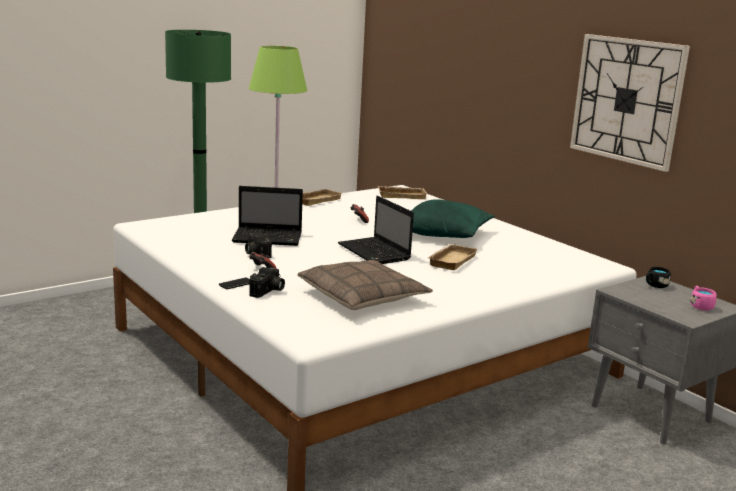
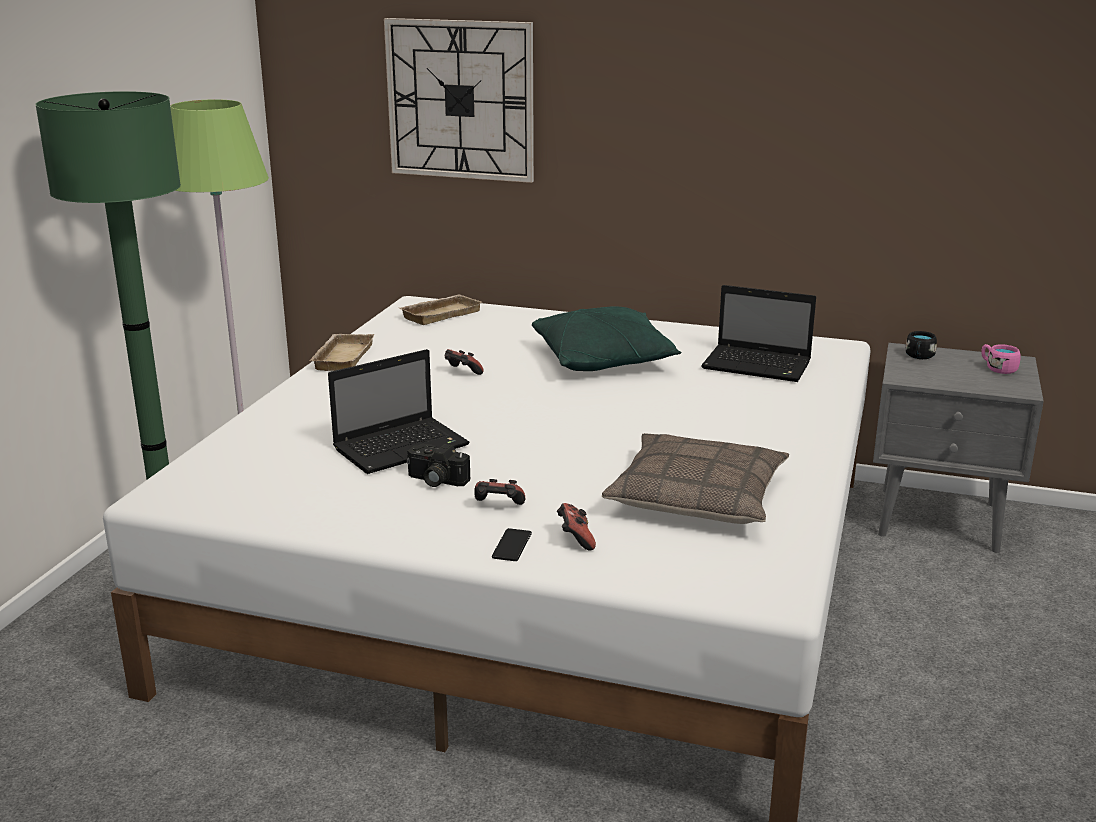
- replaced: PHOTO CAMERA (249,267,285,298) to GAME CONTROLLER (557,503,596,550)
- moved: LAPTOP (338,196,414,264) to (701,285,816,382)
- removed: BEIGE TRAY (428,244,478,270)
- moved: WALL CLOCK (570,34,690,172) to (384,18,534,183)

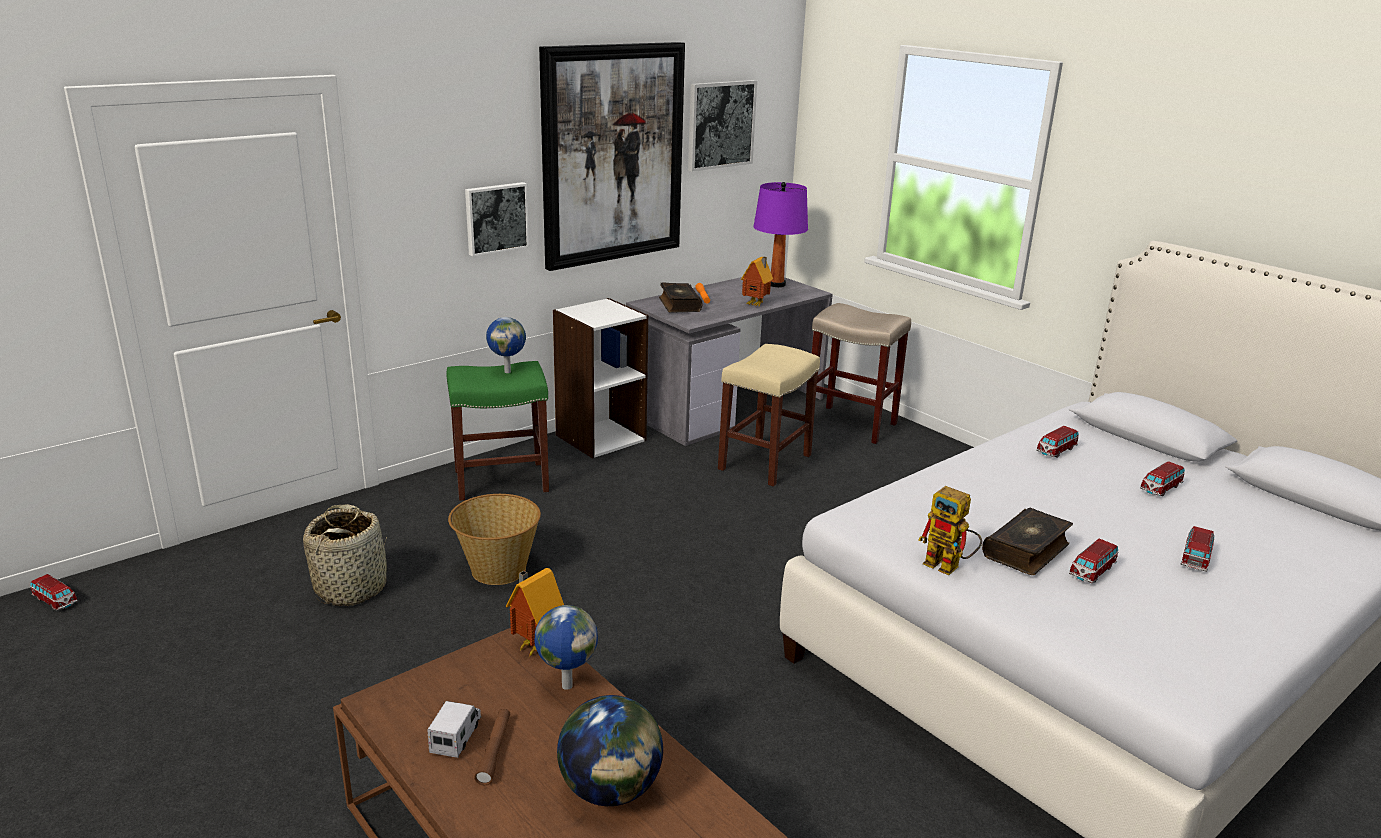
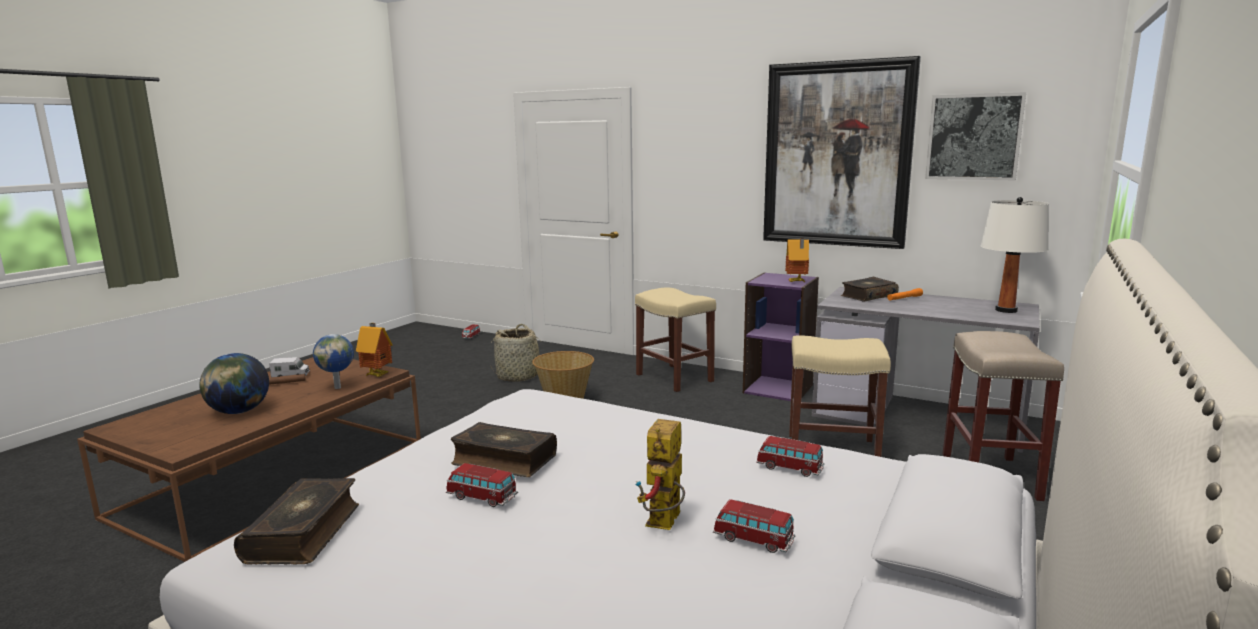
- recoloured: GREEN STOOL (447,361,549,501) to BEIGE STOOL (635,288,716,392)
- removed: PICTURE (465,182,529,257)
- removed: GLOBE (486,317,526,373)
- recoloured: WHITE BOOKCASE (553,298,648,458) to PURPLE BOOKCASE (743,272,819,401)
- moved: TOY HOUSE (741,257,773,306) to (785,238,809,283)
- recoloured: PURPLE TABLE LAMP (753,182,808,287) to WHITE TABLE LAMP (981,197,1049,313)
- moved: TOY ROBOT (918,486,982,575) to (635,419,685,530)
- removed: TOY CAR (1181,526,1214,572)
- added: BOOK (234,478,359,565)

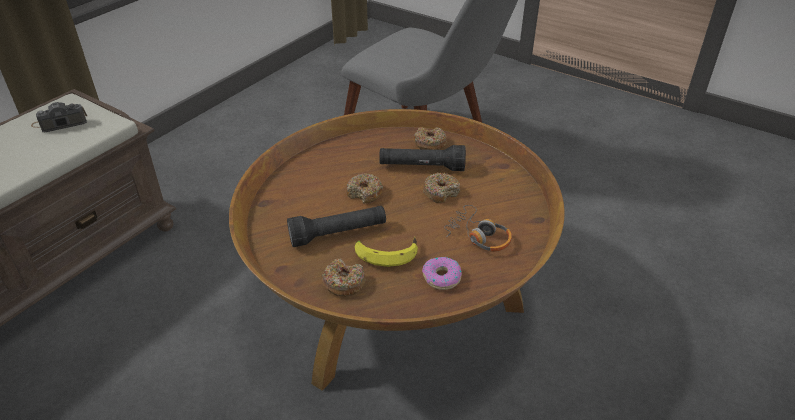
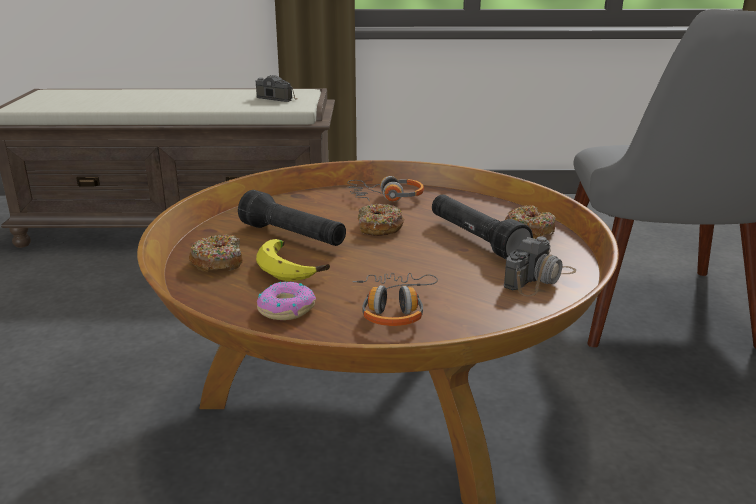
- removed: DONUT (423,173,460,203)
- added: HEADPHONES (347,176,424,202)
- added: PHOTO CAMERA (504,236,576,296)

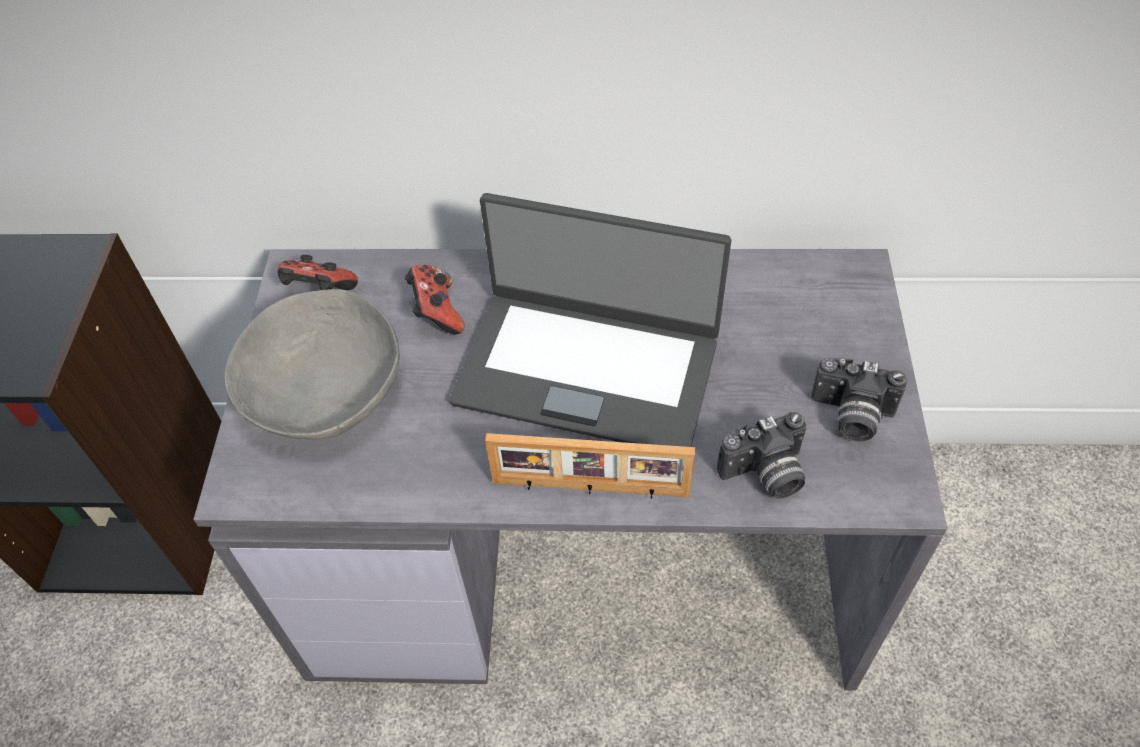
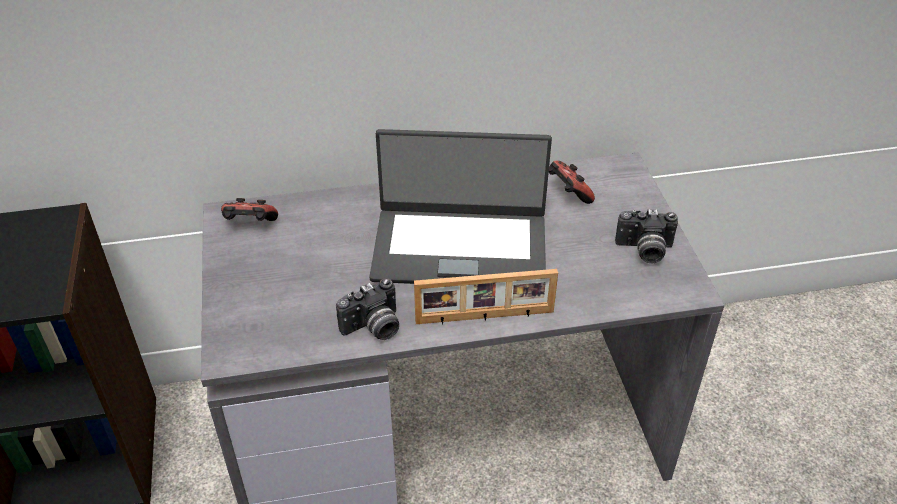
- removed: GREY BOWL (224,289,400,440)
- moved: GAME CONTROLLER (405,265,464,334) to (549,161,595,204)
- moved: PHOTO CAMERA (717,412,807,499) to (336,278,399,340)

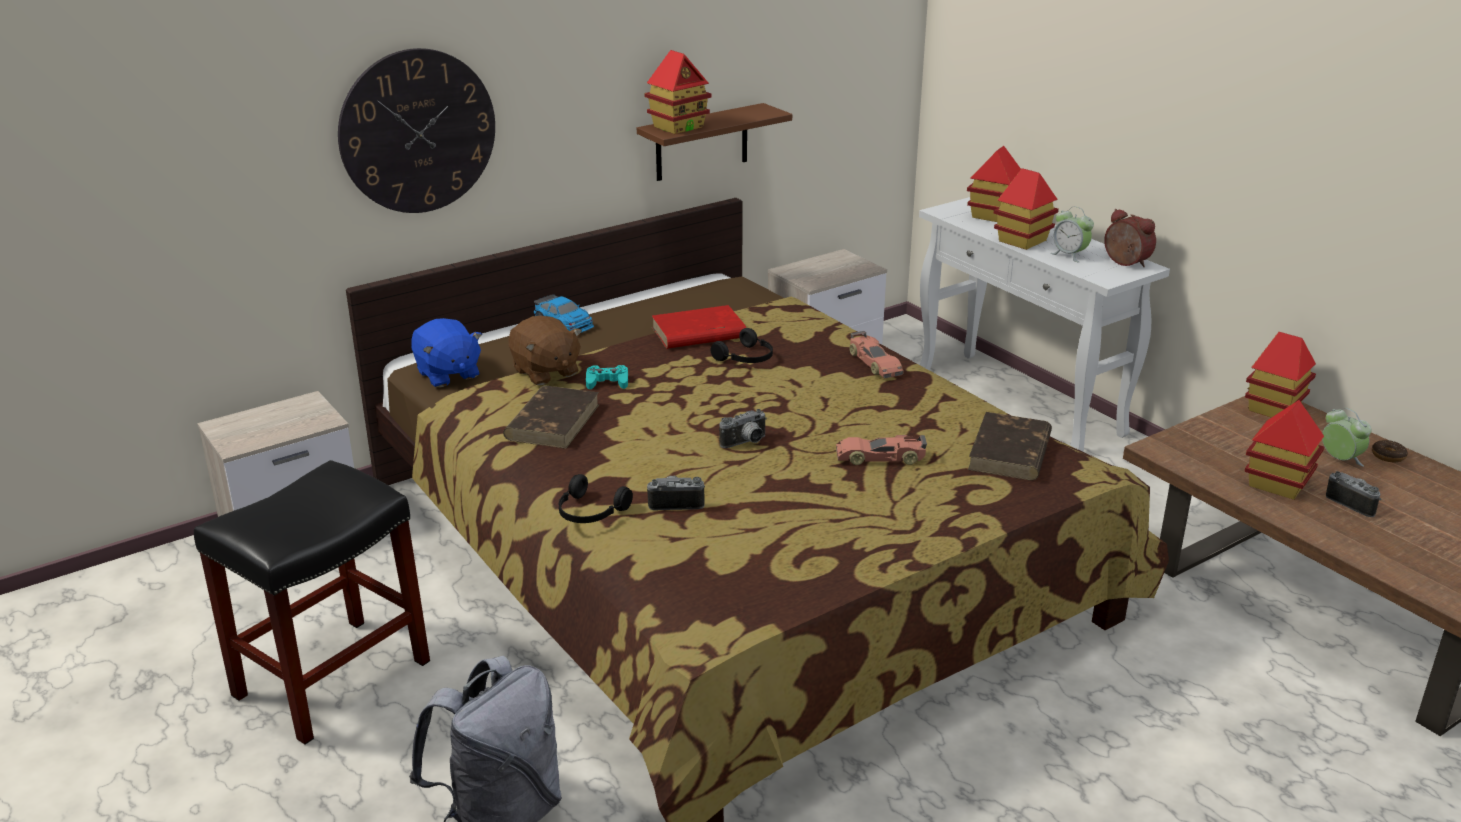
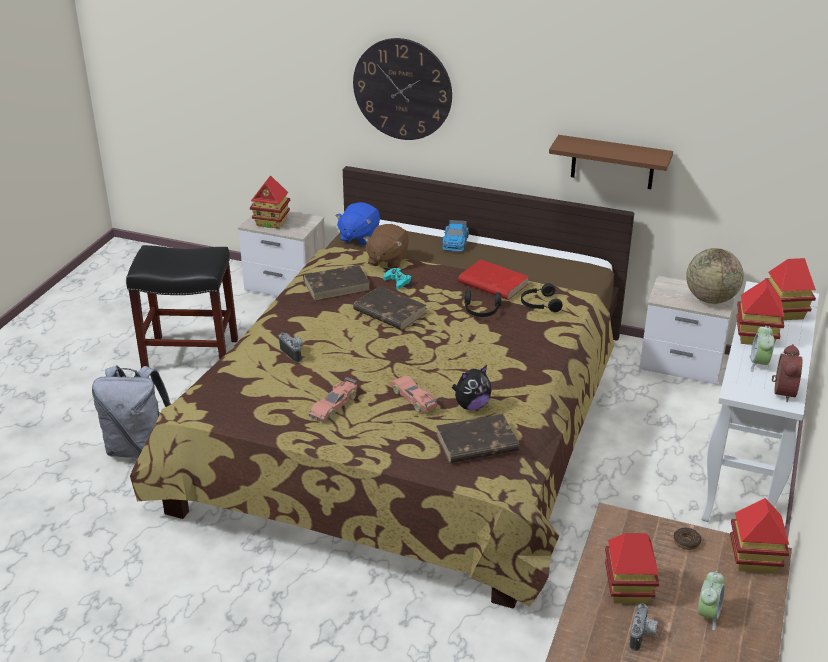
- moved: BLACK HEADPHONES (559,474,633,523) to (521,283,563,312)
- moved: TOY HOUSE (645,50,712,134) to (250,176,290,229)
- removed: PHOTO CAMERA (719,409,767,448)
- moved: TOY CAR (850,331,904,378) to (309,377,357,422)
- moved: DONUT (1372,440,1408,462) to (673,528,701,550)
- added: BROWN BOOK (353,286,427,330)
- added: PLUSH TOY (452,365,492,410)
- added: GLOBE (686,248,744,304)

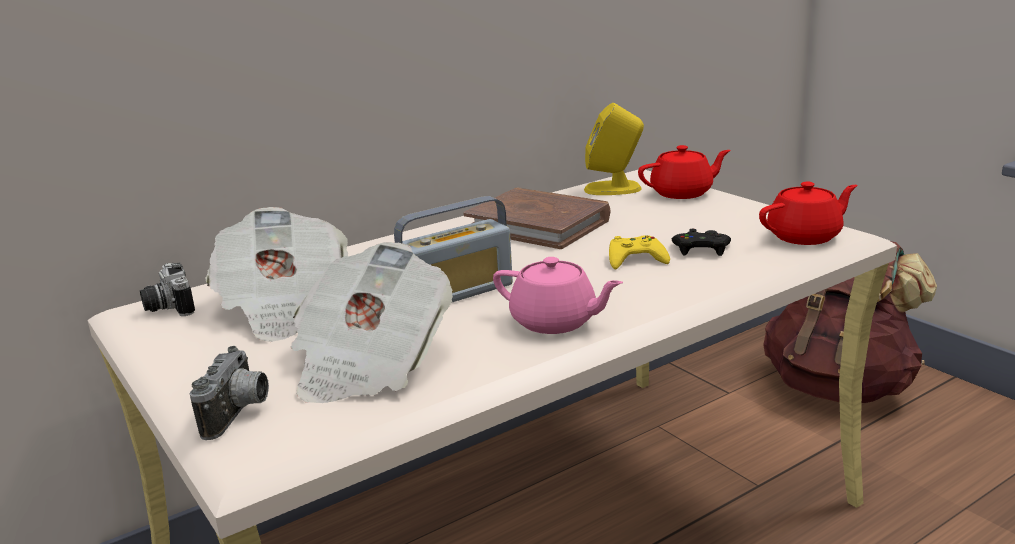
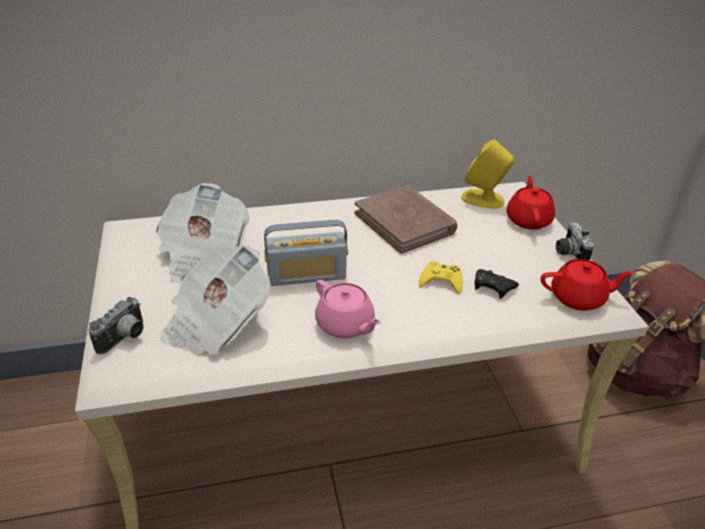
- moved: PHOTO CAMERA (140,263,195,316) to (556,222,594,260)
- turned: RED TEAPOT (638,145,731,199) = (507,176,555,230) 90 degrees counterclockwise

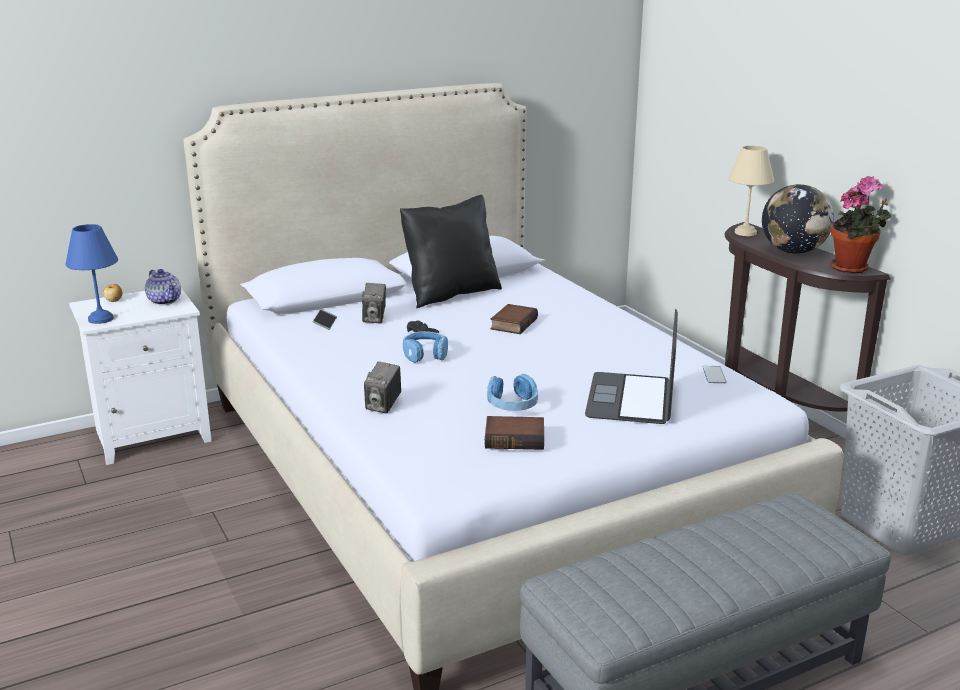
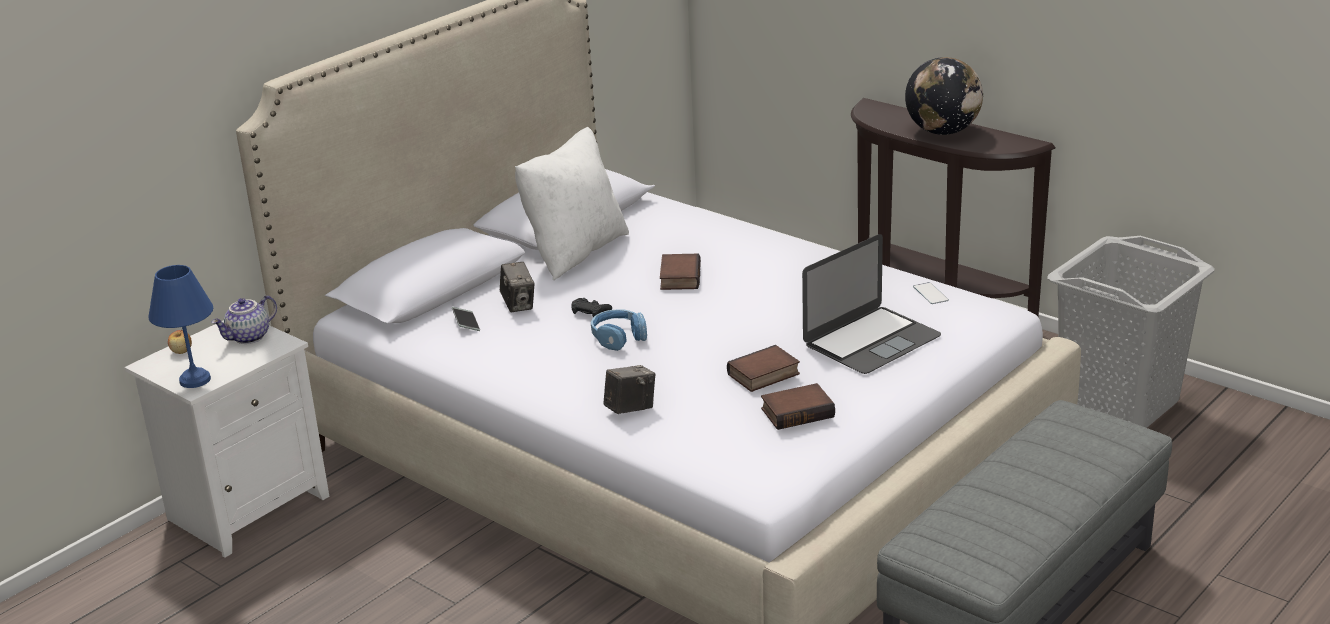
- turned: TEAPOT (145,269,181,305) = (211,295,277,344) 105 degrees clockwise
- turned: PHOTO CAMERA (364,362,401,414) = (603,365,655,414) 120 degrees counterclockwise
- recoloured: BLACK PILLOW (400,195,502,308) to WHITE PILLOW (515,127,629,280)
- replaced: BLUE HEADPHONES (487,374,538,411) to BOOK (727,345,800,392)
- turned: LAPTOP (585,309,678,424) = (802,234,941,374) 120 degrees counterclockwise
- removed: BEIGE TABLE LAMP (728,145,774,236)
- removed: POTTED PLANT (831,176,891,274)

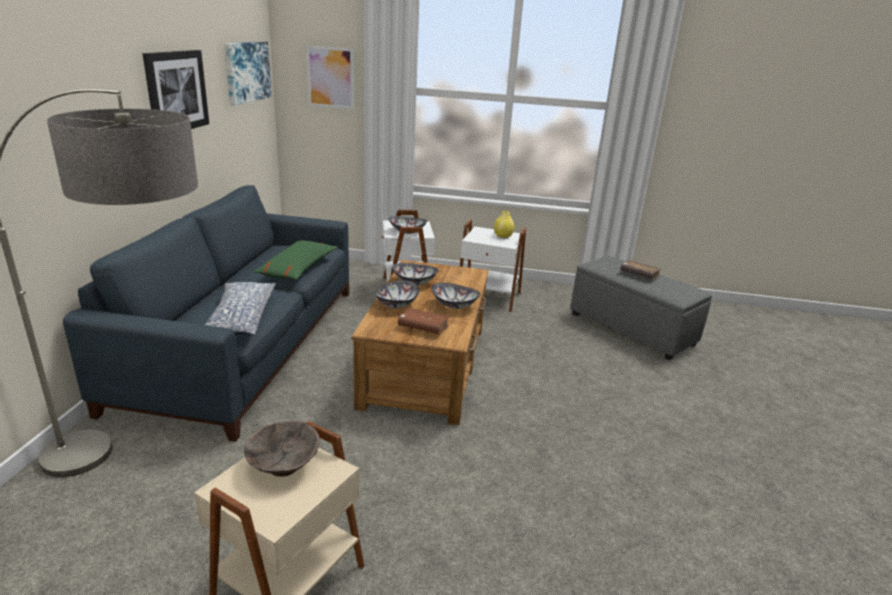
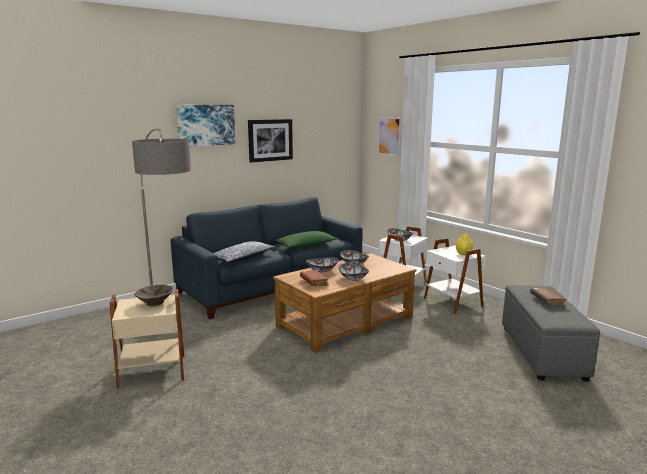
- moved: PICTURE (224,42,272,106) to (176,105,235,147)

